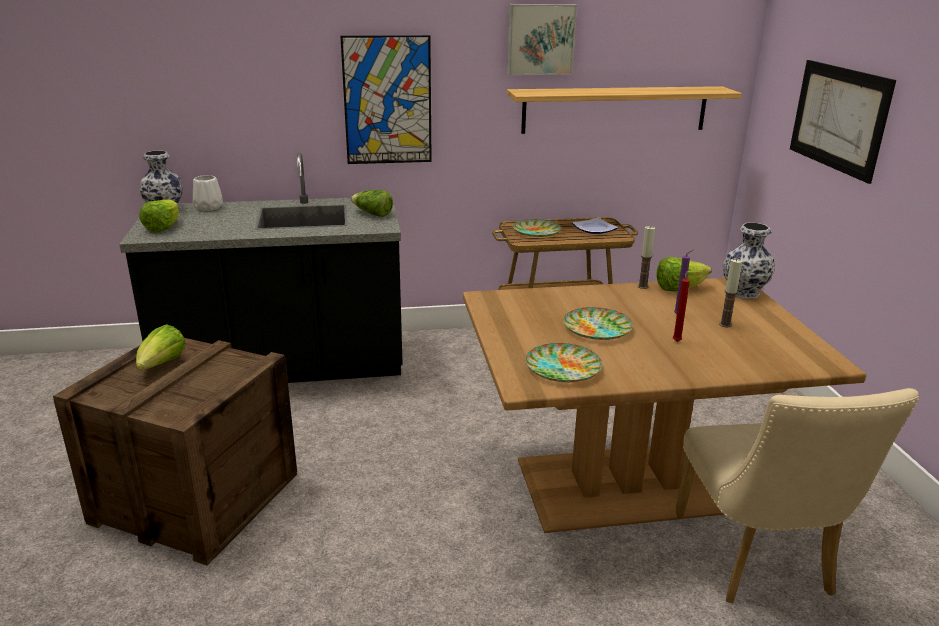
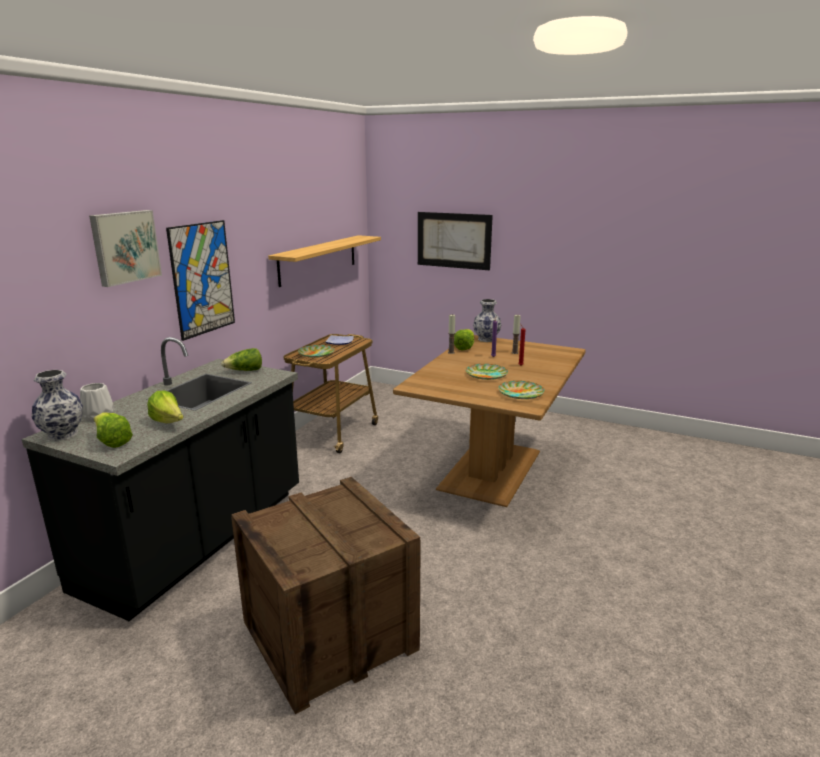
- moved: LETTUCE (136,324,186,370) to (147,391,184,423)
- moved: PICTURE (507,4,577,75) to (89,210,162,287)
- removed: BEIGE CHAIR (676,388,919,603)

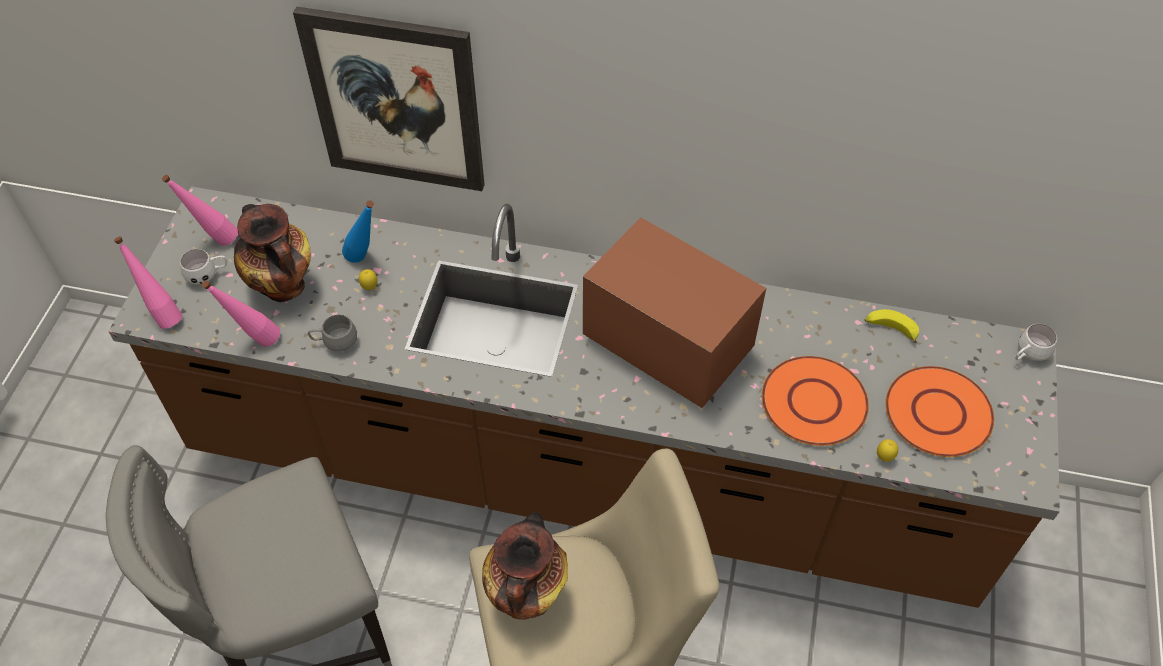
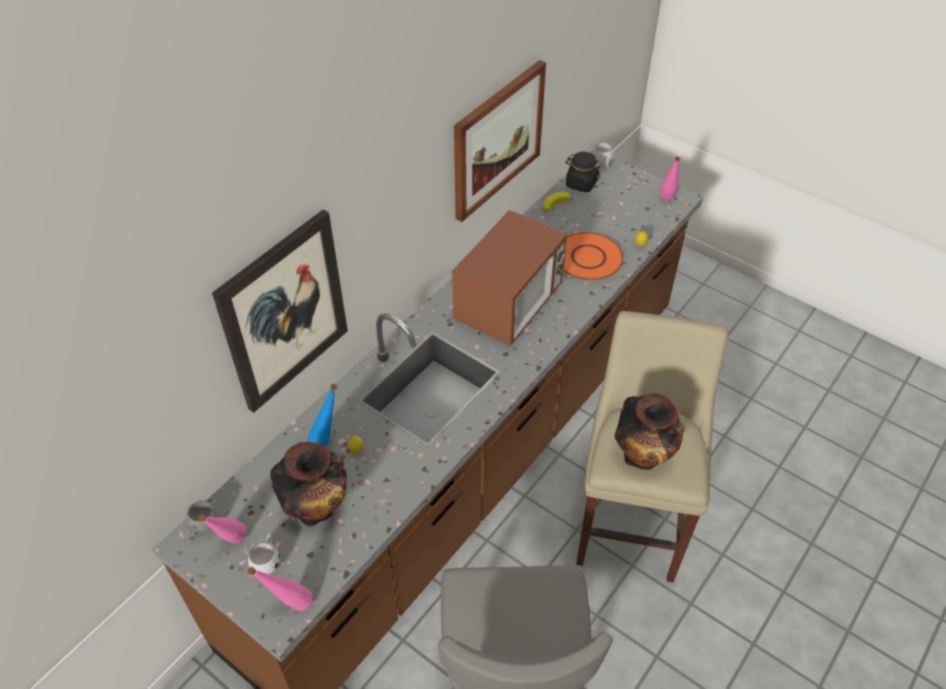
- moved: PINK BOTTLE (202,281,280,347) to (660,156,680,200)
- moved: GREY MUG (307,314,357,351) to (187,500,219,540)
- turned: MICROWAVE (583,217,766,408) = (452,210,567,346) 150 degrees clockwise
- removed: ORANGE PLATE (885,366,994,457)
- added: PICTURE (454,60,546,222)
- added: BLACK JAR (565,152,600,192)

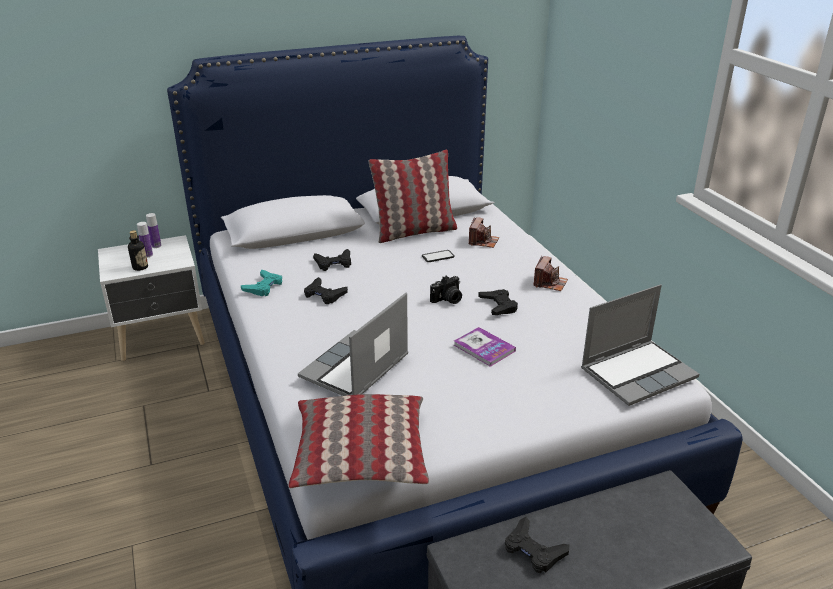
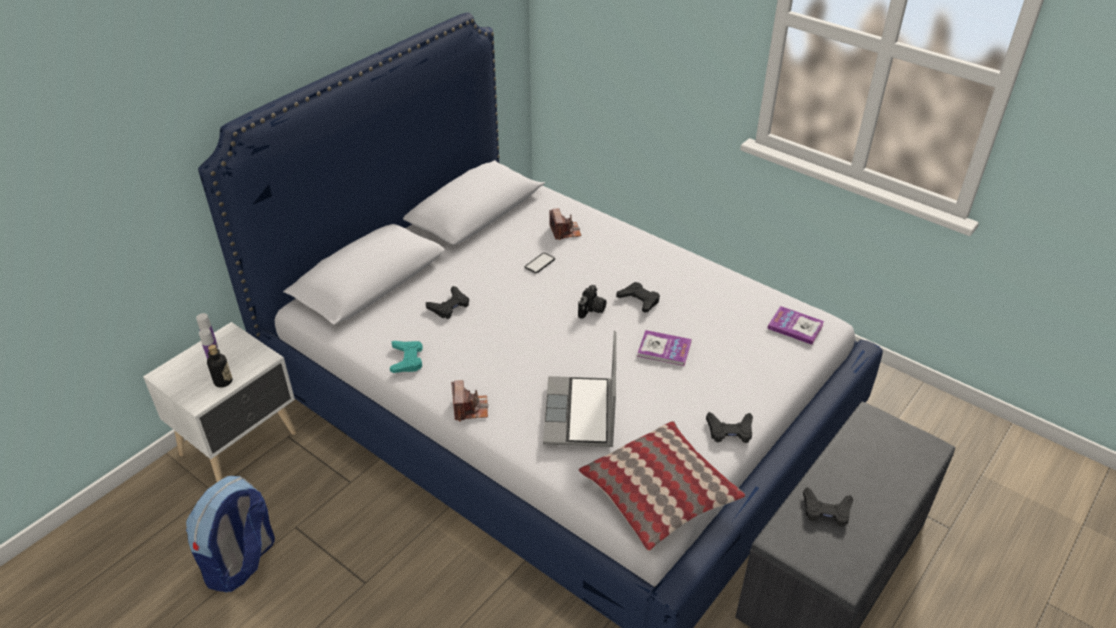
- moved: BLACK GAME CONTROLLER (304,277,348,304) to (706,412,753,443)
- removed: PILLOW (368,149,457,243)
- moved: PHOTO CAMERA (534,256,568,291) to (451,380,488,421)
- replaced: LAPTOP (581,284,699,406) to BOOK (767,306,824,345)
- added: BACKPACK (186,476,275,592)

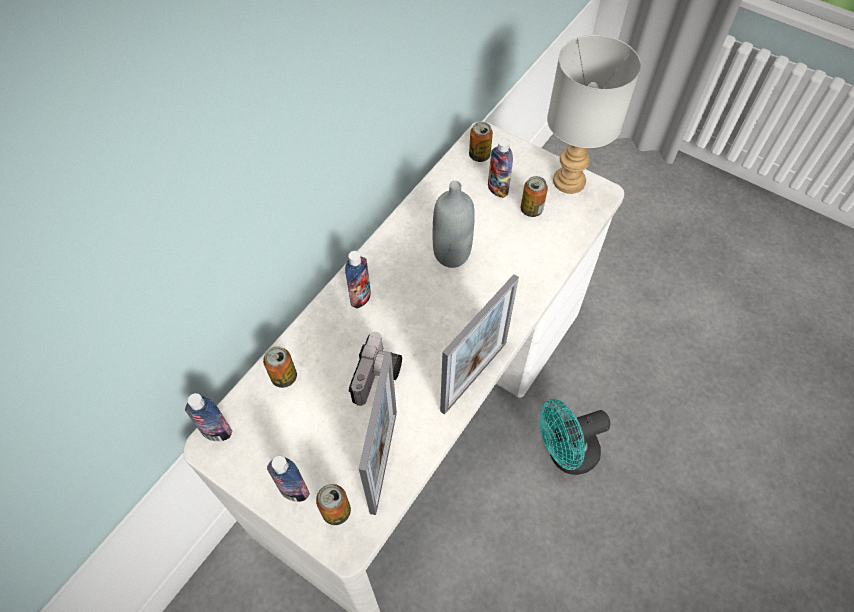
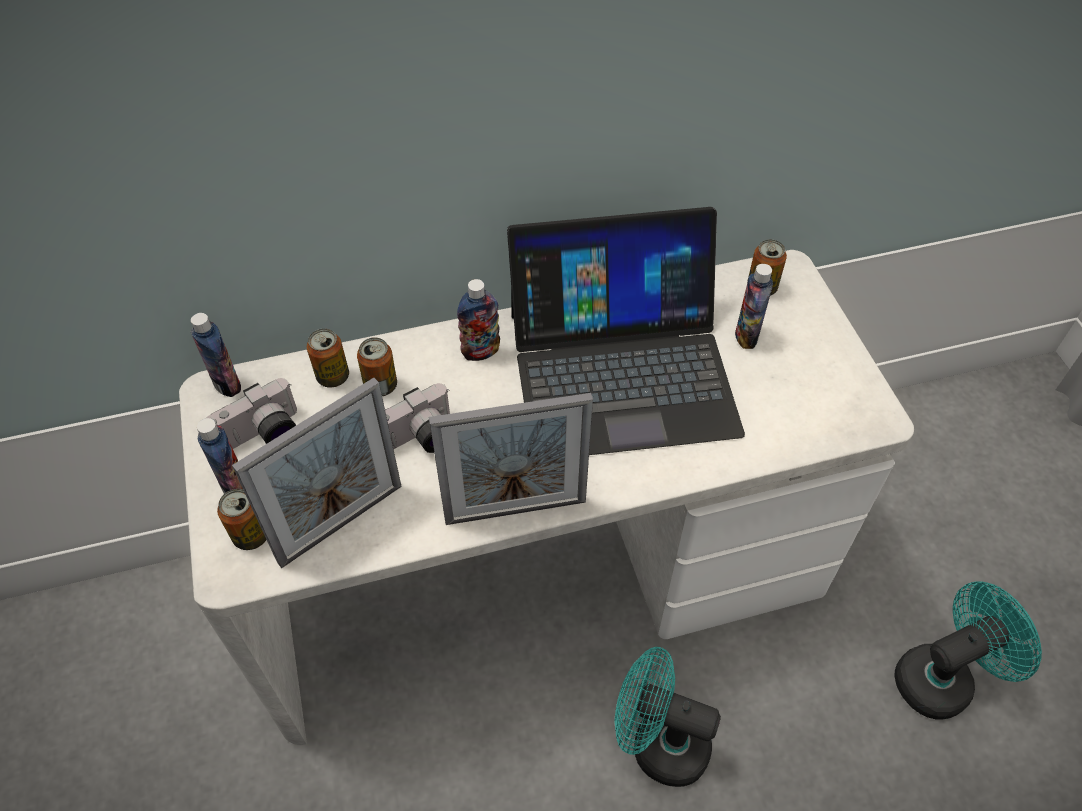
- replaced: GREY BOTTLE (433,181,475,268) to LAPTOP (507,207,745,455)
- moved: CAN (521,176,548,217) to (357,337,397,396)
- removed: GREY TABLE LAMP (547,35,641,194)
- added: PHOTO CAMERA (205,378,297,449)
- added: TURQUOISE FAN (895,581,1042,720)

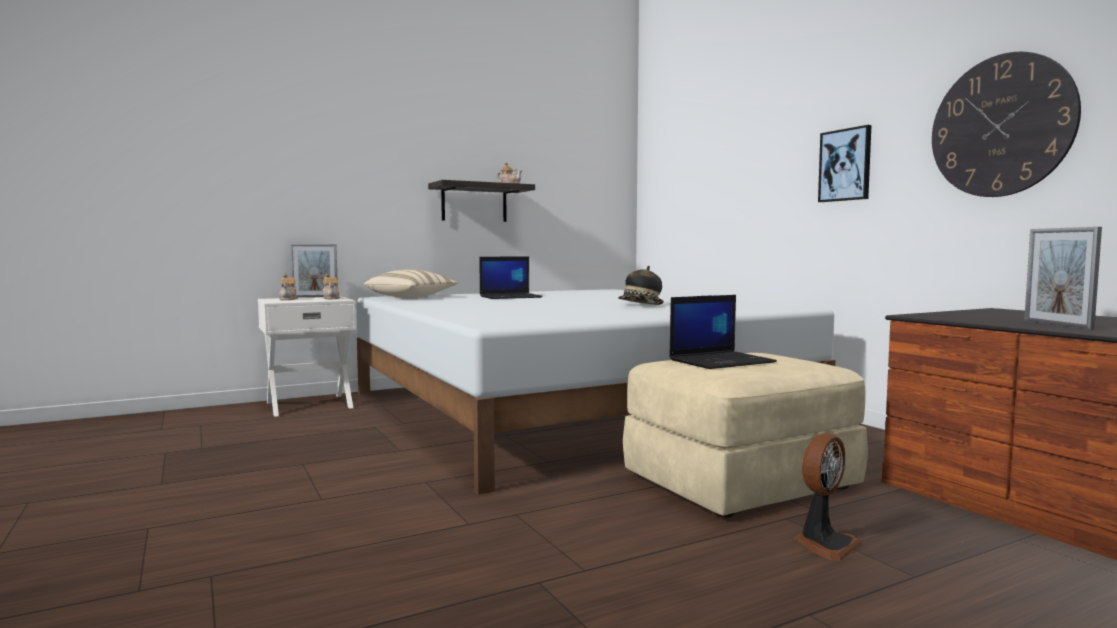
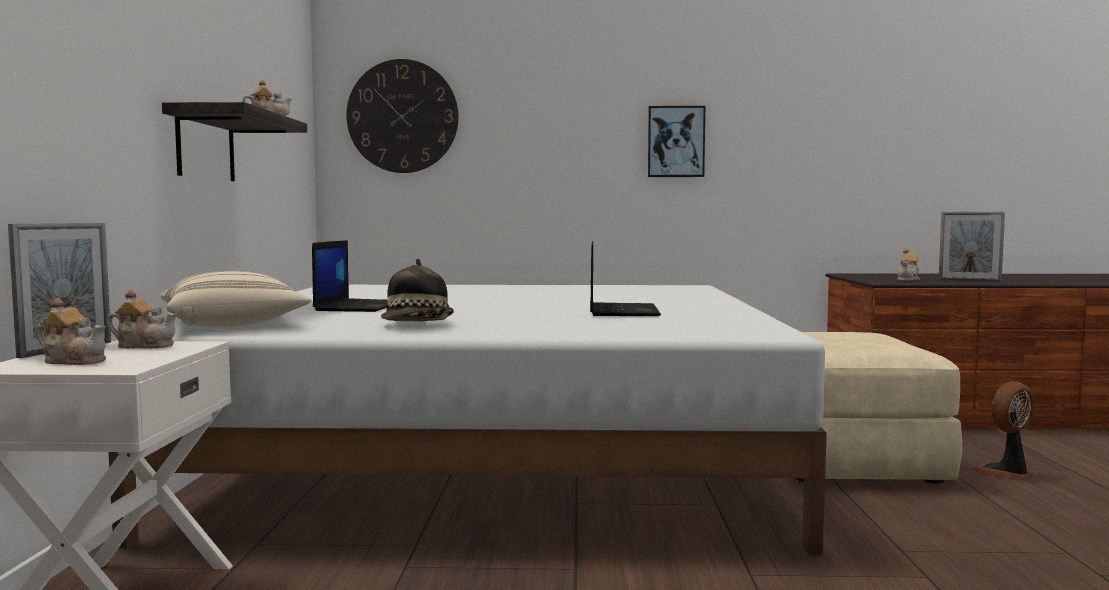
- moved: HAT (618,266,664,305) to (381,259,454,321)
- moved: LAPTOP (669,295,777,369) to (590,241,661,316)
- turned: FAN (795,433,862,561) = (973,381,1035,479) 105 degrees counterclockwise
- moved: WALL CLOCK (932,52,1081,197) to (346,59,459,173)
- added: TEAPOT (897,248,920,281)

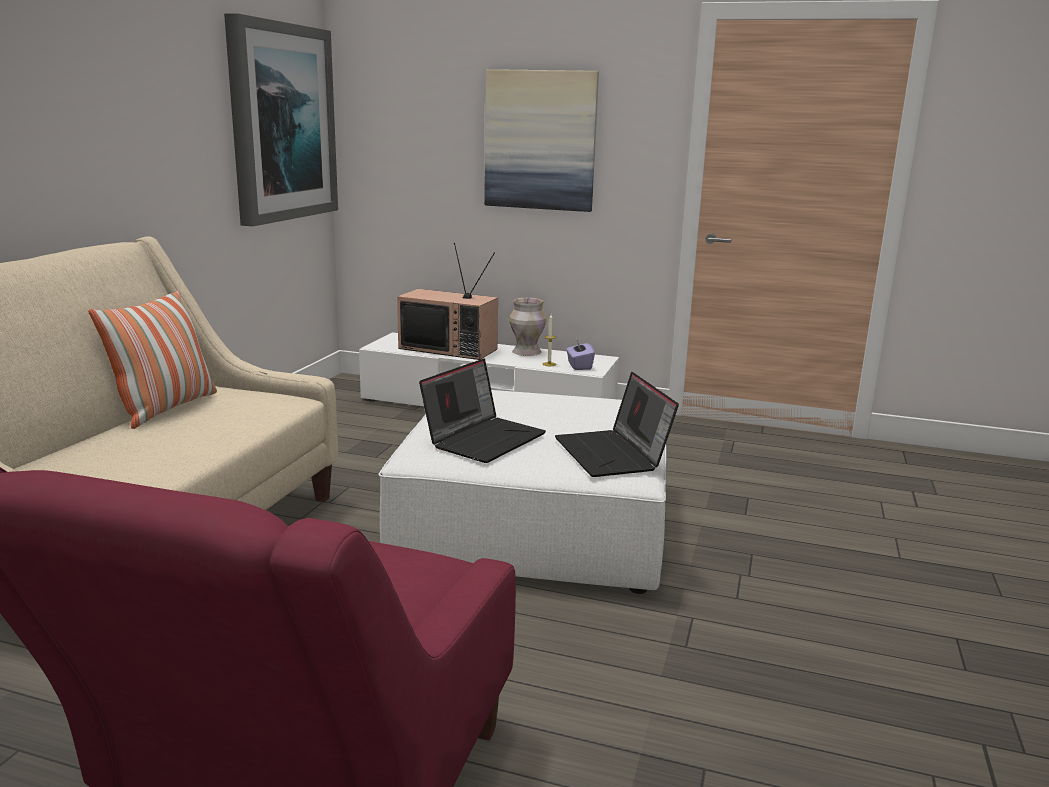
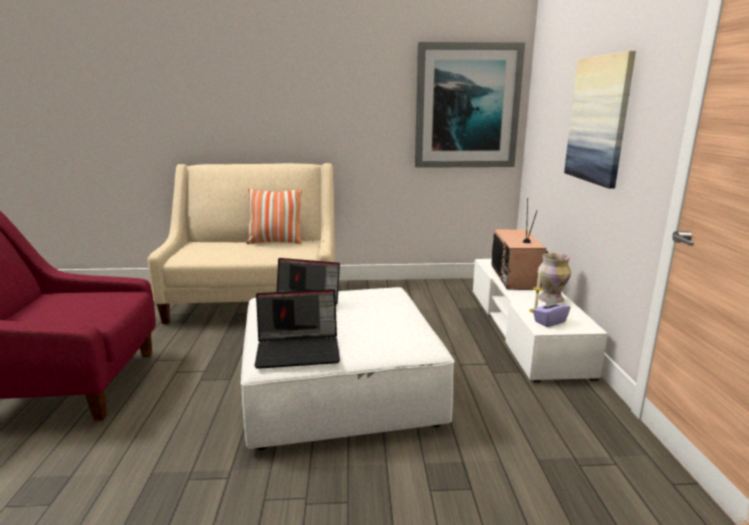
- turned: LAPTOP (555,372,679,477) = (254,289,340,369) 150 degrees counterclockwise

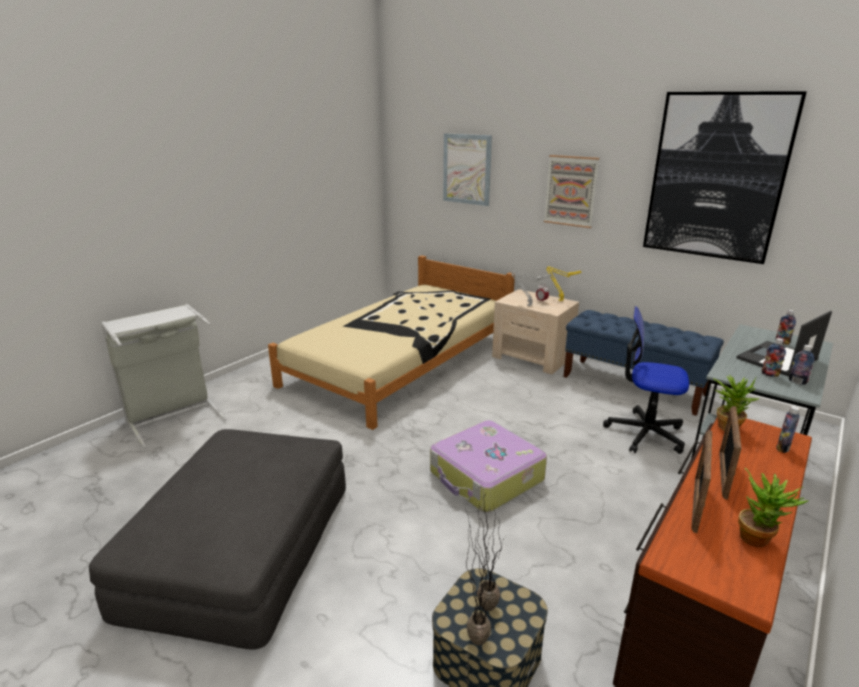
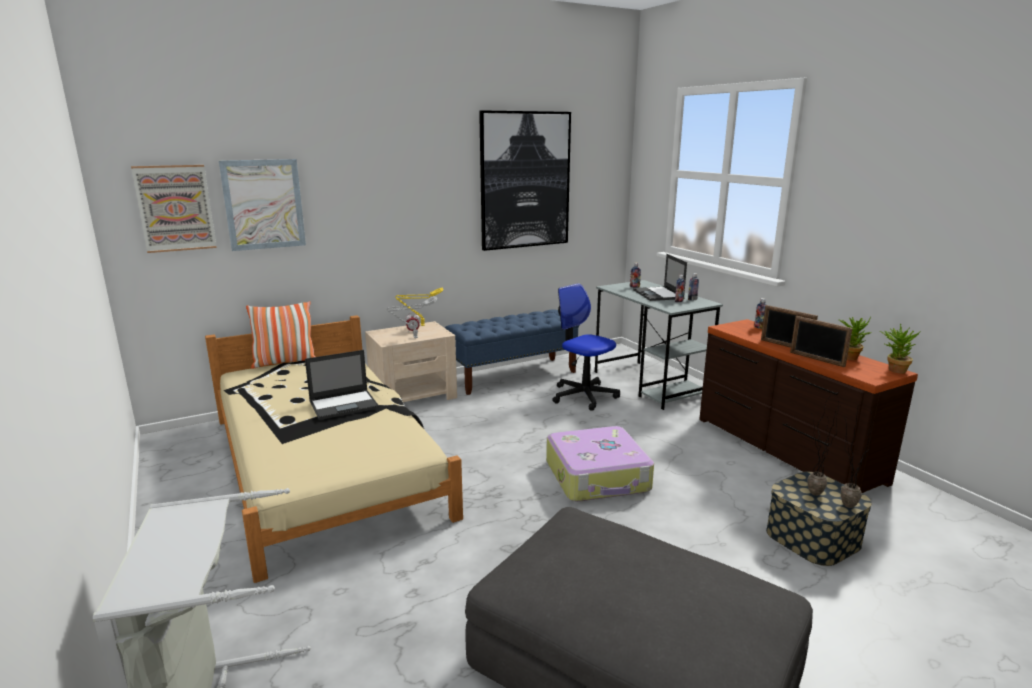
- moved: PICTURE (544,155,599,228) to (131,165,217,253)
- turned: OFFICE CHAIR (603,306,689,454) = (552,283,620,411) 90 degrees clockwise
- moved: POTTED PLANT (713,374,759,431) to (880,323,921,373)
- added: PILLOW (246,301,315,369)
- added: LAPTOP (305,350,379,420)

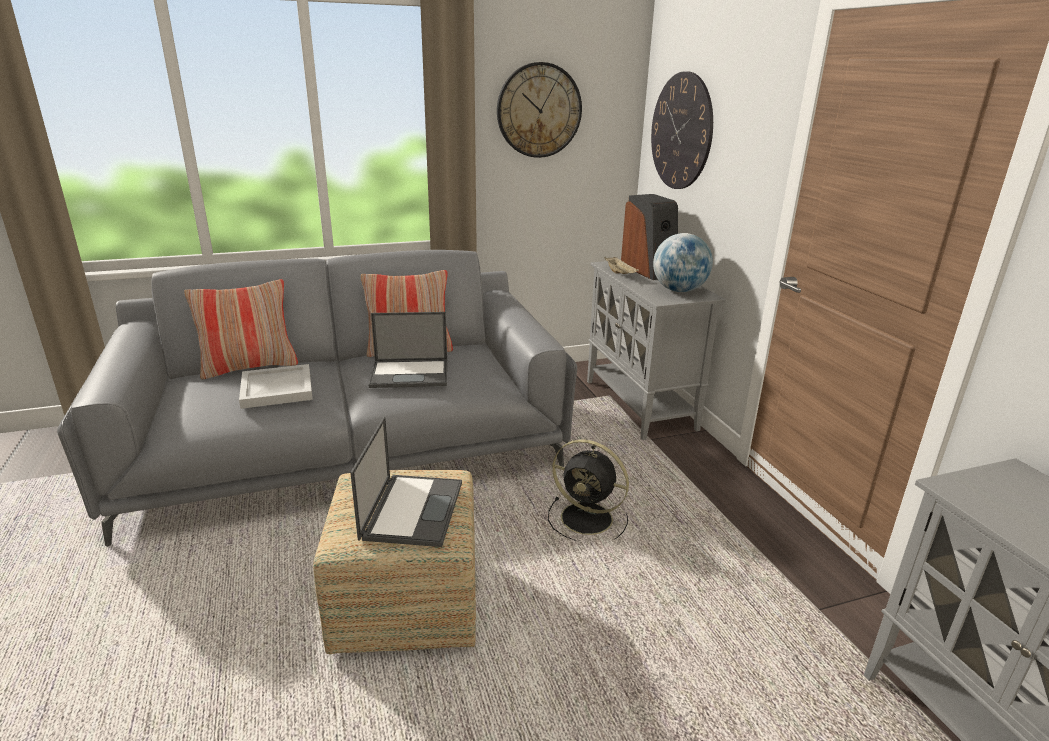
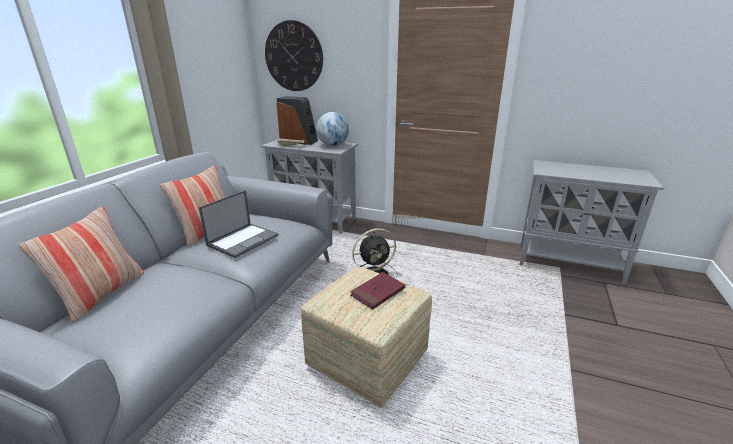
- removed: WHITE TRAY (239,364,313,409)
- replaced: LAPTOP (350,417,462,547) to RED BOOK (350,272,405,310)
- removed: WALL CLOCK (497,62,582,158)

